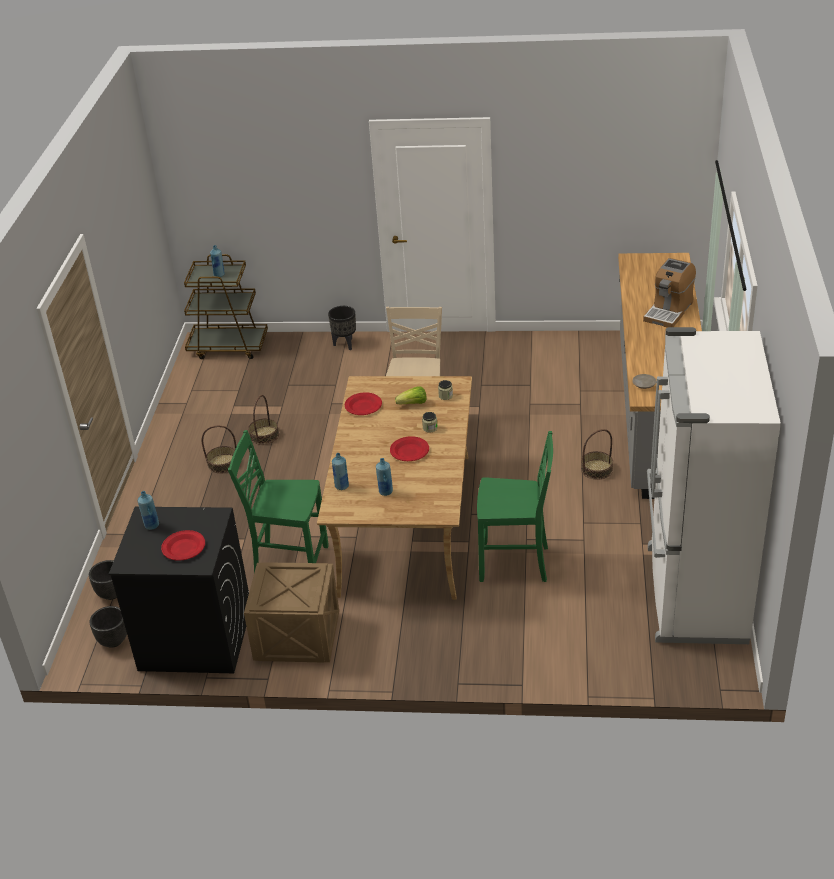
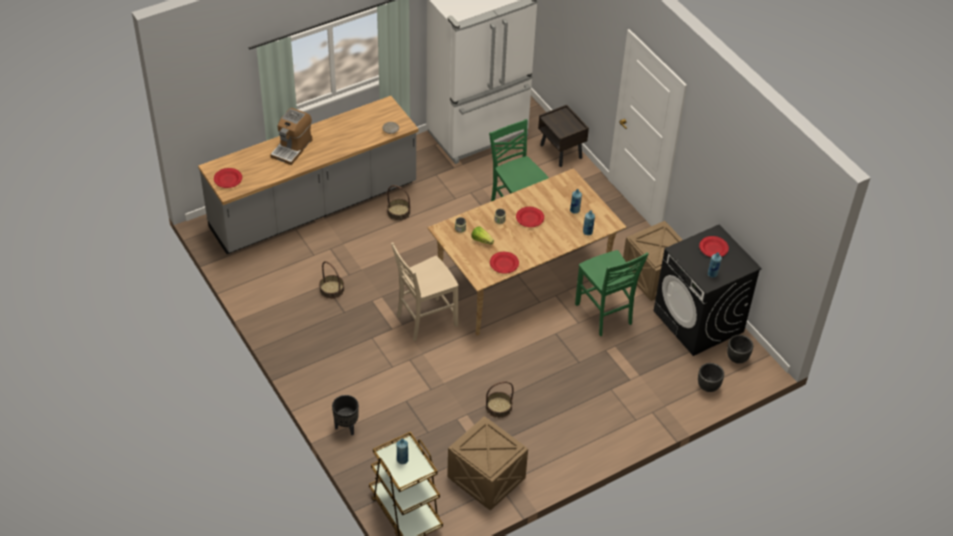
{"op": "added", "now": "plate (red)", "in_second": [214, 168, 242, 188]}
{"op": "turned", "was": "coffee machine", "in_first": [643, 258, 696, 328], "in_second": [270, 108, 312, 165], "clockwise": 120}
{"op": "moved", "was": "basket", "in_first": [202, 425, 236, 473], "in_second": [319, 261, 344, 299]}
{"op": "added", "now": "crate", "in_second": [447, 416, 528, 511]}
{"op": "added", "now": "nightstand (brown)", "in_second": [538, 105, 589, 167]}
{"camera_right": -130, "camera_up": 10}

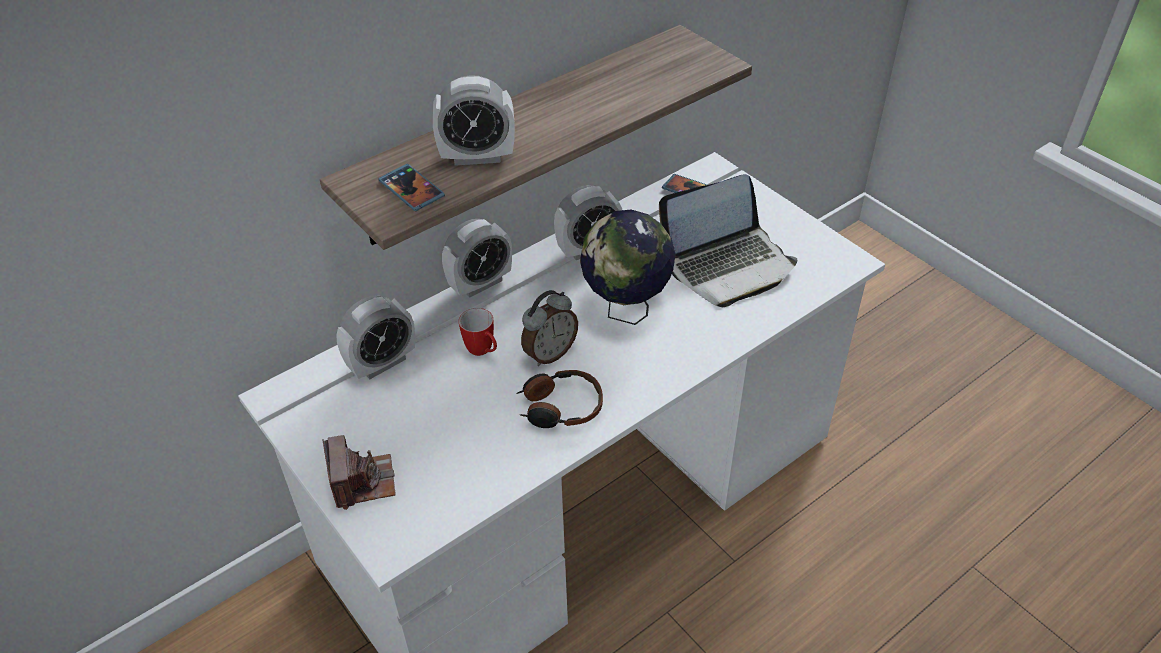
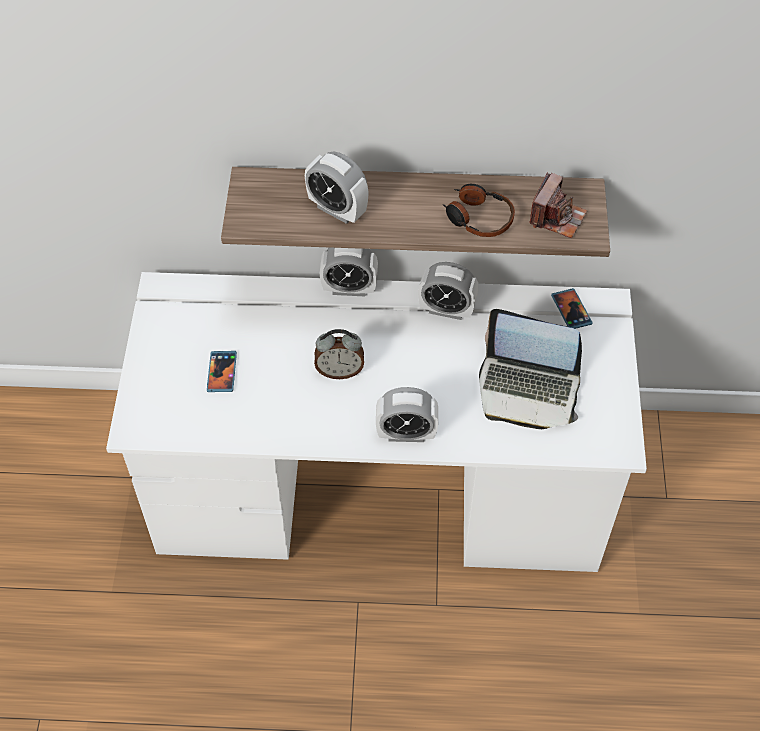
{"op": "moved", "was": "phone", "in_first": [378, 164, 445, 211], "in_second": [207, 351, 237, 392]}
{"op": "moved", "was": "alarm clock", "in_first": [336, 295, 415, 379], "in_second": [376, 387, 438, 442]}
{"op": "moved", "was": "headphones", "in_first": [516, 370, 603, 428], "in_second": [442, 184, 515, 237]}
{"op": "moved", "was": "photo camera", "in_first": [322, 435, 396, 510], "in_second": [529, 172, 588, 238]}
{"op": "removed", "was": "mug", "in_first": [459, 308, 497, 356]}
{"op": "removed", "was": "globe", "in_first": [580, 210, 676, 325]}
{"camera_right": 40, "camera_up": 10}

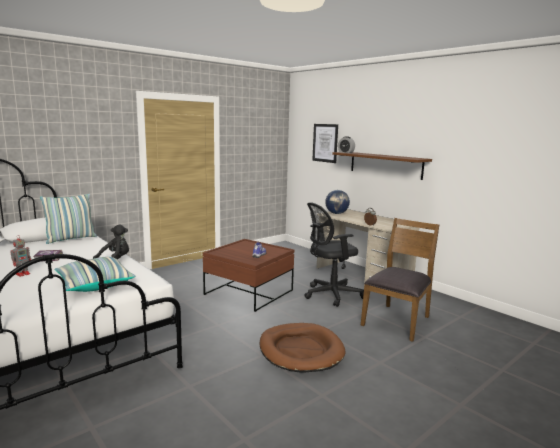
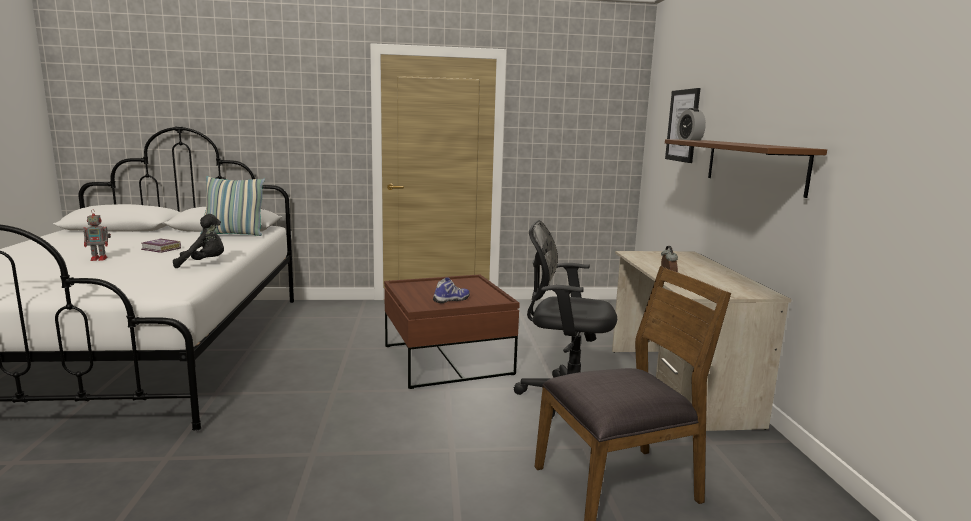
{"op": "removed", "was": "pillow", "in_first": [54, 257, 135, 292]}
{"op": "removed", "was": "dog bed (brown)", "in_first": [259, 323, 346, 373]}
{"op": "removed", "was": "globe", "in_first": [325, 190, 350, 214]}
{"camera_right": 35, "camera_up": 0}

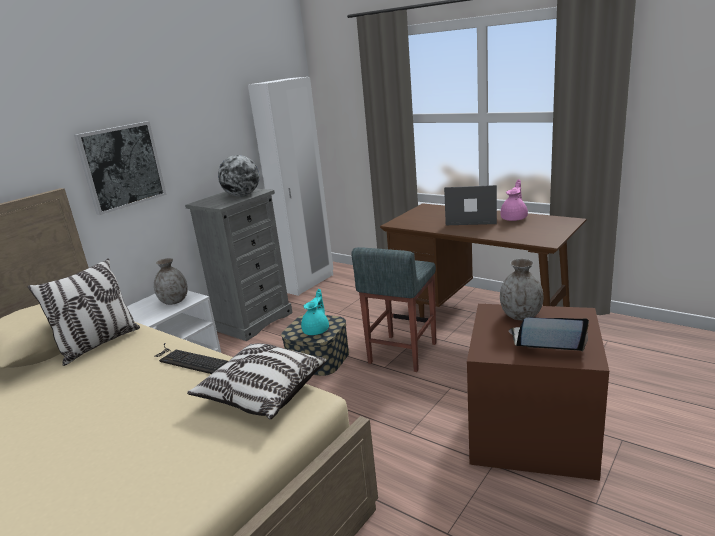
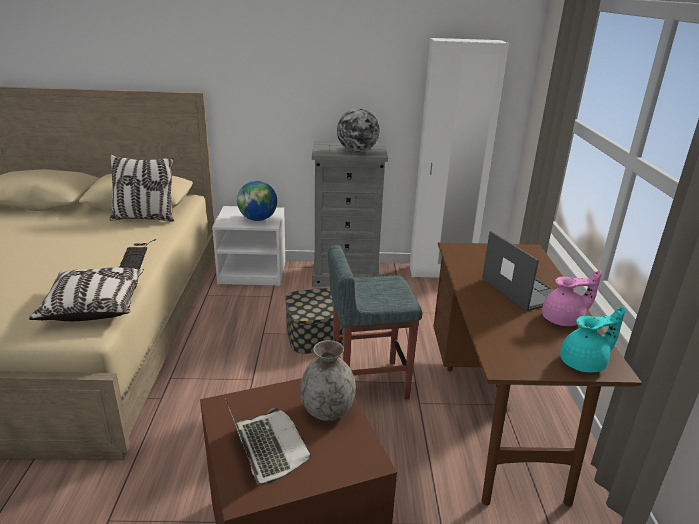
{"op": "replaced", "was": "vase (grey)", "now": "globe", "in_first": [154, 258, 188, 305], "in_second": [237, 181, 277, 221]}
{"op": "moved", "was": "teapot (turquoise)", "in_first": [301, 289, 329, 335], "in_second": [560, 306, 626, 373]}
{"op": "removed", "was": "picture", "in_first": [74, 121, 167, 215]}
{"camera_right": 50, "camera_up": 5}

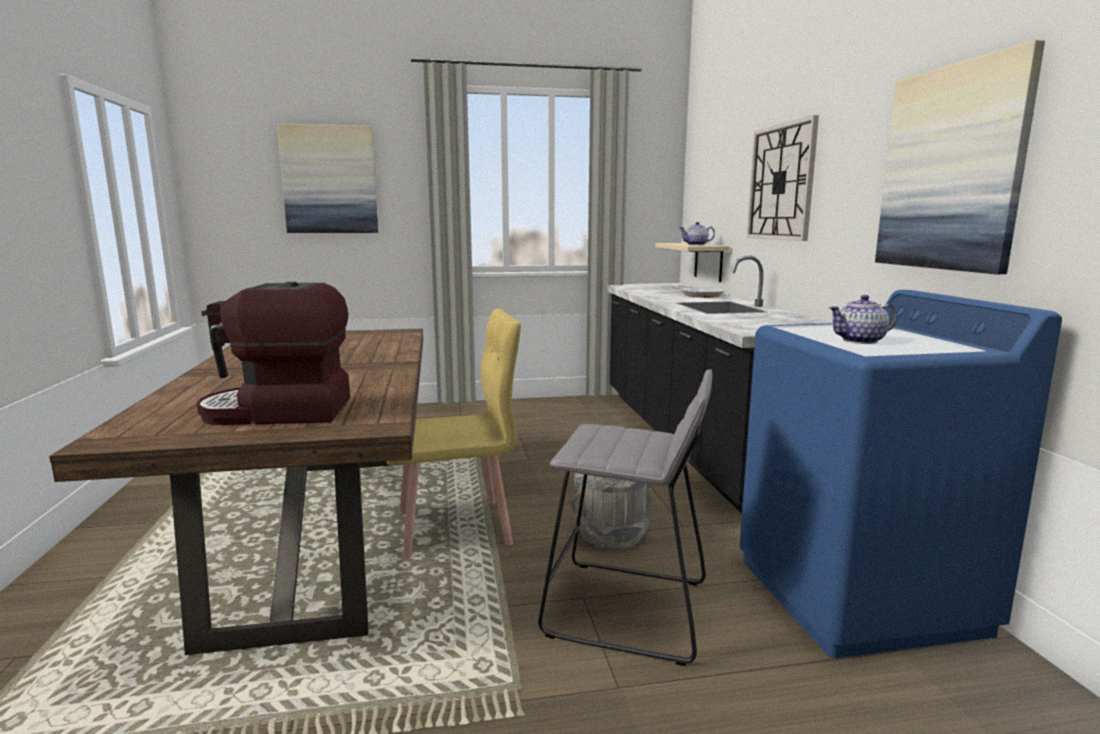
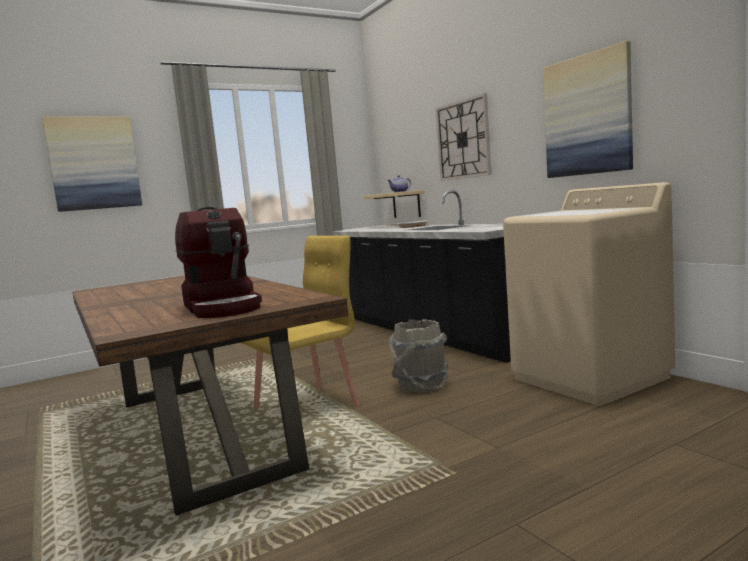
{"op": "turned", "was": "coffee machine", "in_first": [197, 282, 350, 425], "in_second": [175, 207, 262, 318], "clockwise": -90}
{"op": "recoloured", "was": "washing machine (blue)", "now": "washing machine (beige)", "in_first": [739, 290, 1062, 658], "in_second": [503, 182, 675, 406]}
{"op": "removed", "was": "stool (grey)", "in_first": [538, 369, 712, 666]}
{"op": "removed", "was": "teapot", "in_first": [829, 295, 897, 344]}
{"camera_right": -20, "camera_up": -5}

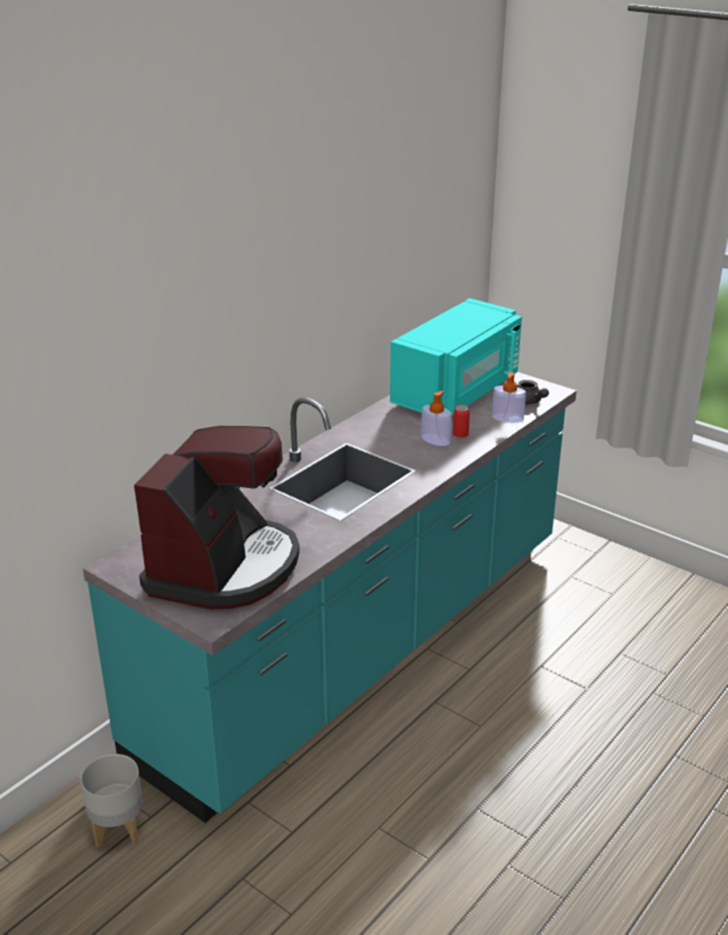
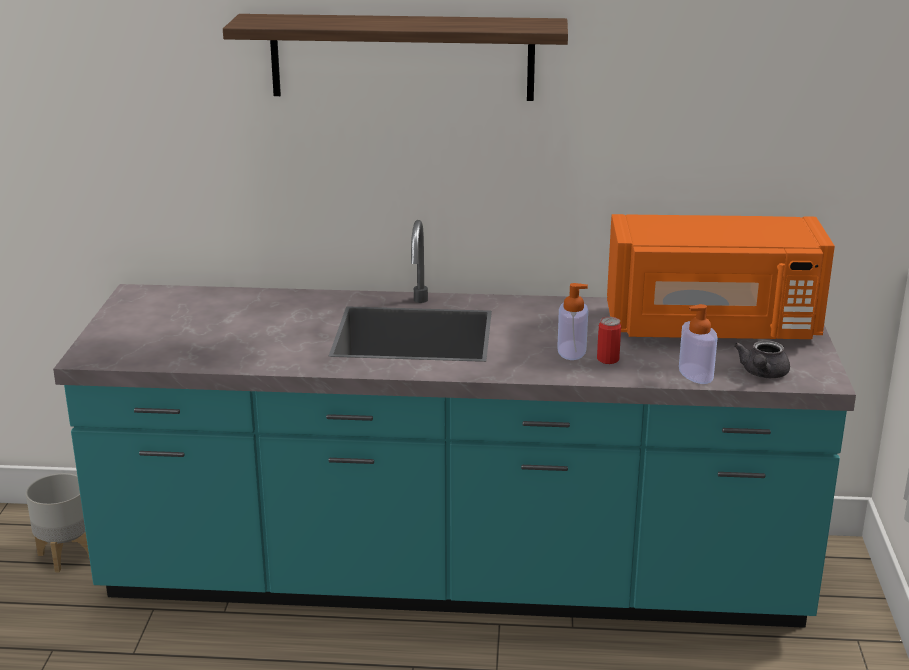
{"op": "added", "now": "shelf", "in_second": [223, 14, 568, 101]}
{"op": "recoloured", "was": "microwave (turquoise)", "now": "microwave (orange)", "in_first": [390, 298, 522, 415], "in_second": [607, 214, 835, 339]}
{"op": "removed", "was": "coffee machine", "in_first": [134, 426, 300, 610]}
{"camera_right": 55, "camera_up": -5}

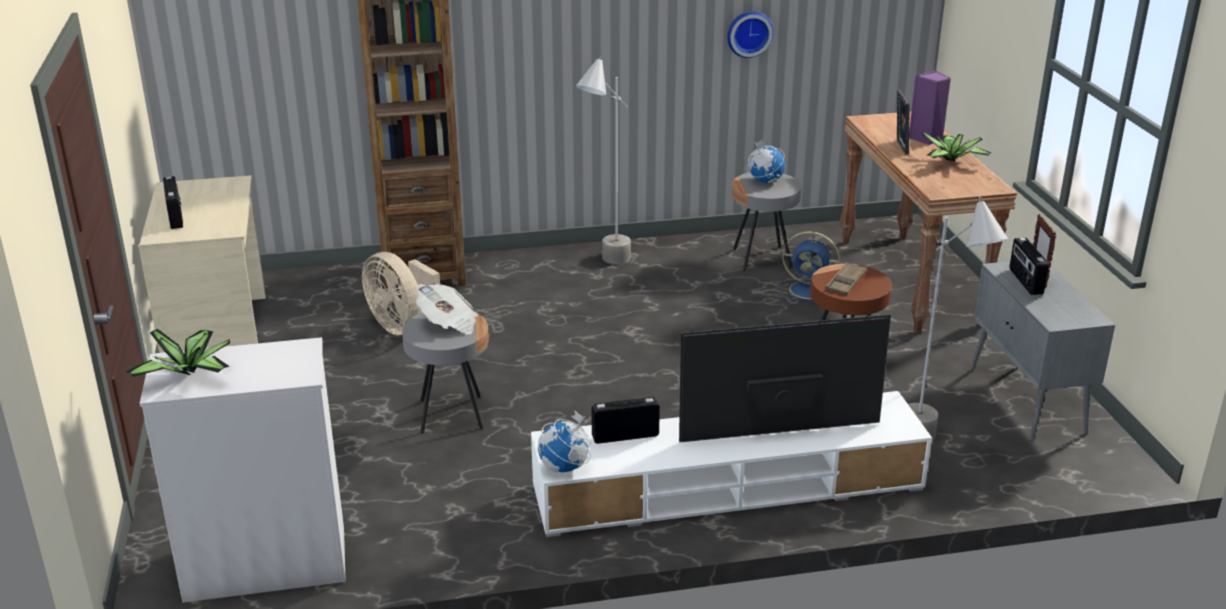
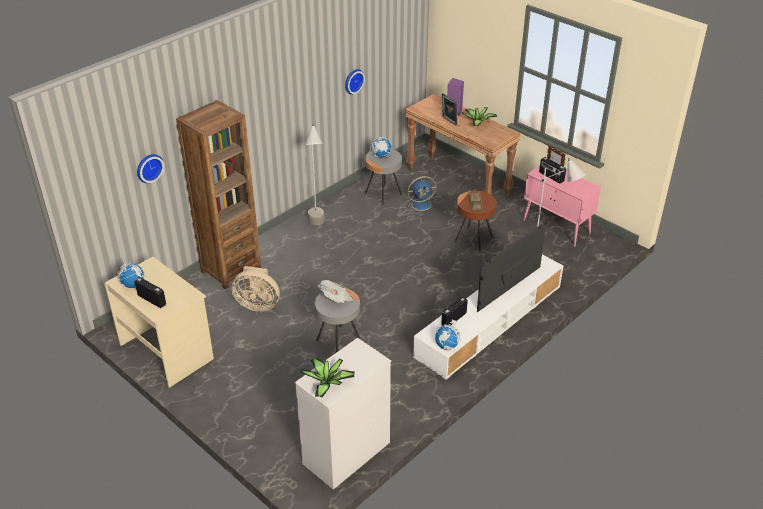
{"op": "added", "now": "globe", "in_second": [117, 257, 145, 288]}
{"op": "added", "now": "wall clock", "in_second": [137, 154, 164, 183]}
{"op": "recoloured", "was": "cabinet (grey)", "now": "cabinet (pink)", "in_first": [971, 261, 1115, 441], "in_second": [523, 166, 601, 247]}
{"camera_right": -35, "camera_up": 10}

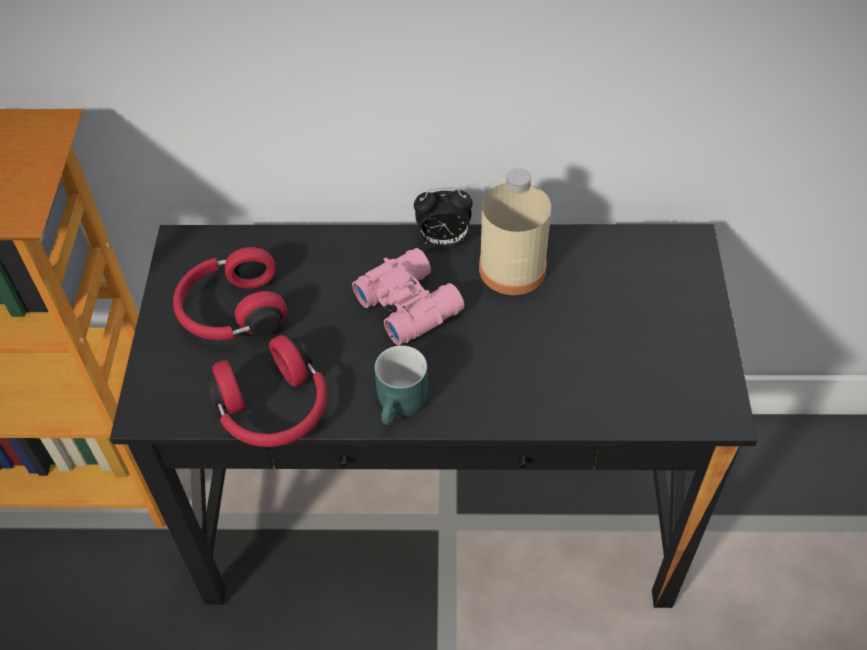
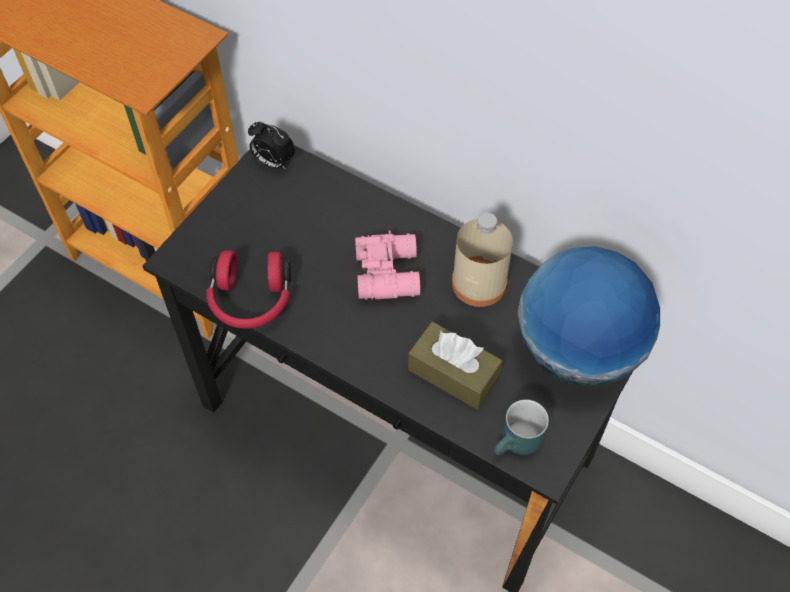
{"op": "moved", "was": "alarm clock", "in_first": [414, 187, 473, 247], "in_second": [248, 121, 295, 170]}
{"op": "added", "now": "tissue box (brown)", "in_second": [408, 321, 503, 410]}
{"op": "moved", "was": "mug (turquoise)", "in_first": [374, 345, 428, 425], "in_second": [494, 399, 549, 455]}
{"op": "added", "now": "globe", "in_second": [518, 246, 660, 386]}
{"op": "removed", "was": "headphones (red)", "in_first": [173, 246, 287, 340]}
{"camera_right": 30, "camera_up": 5}

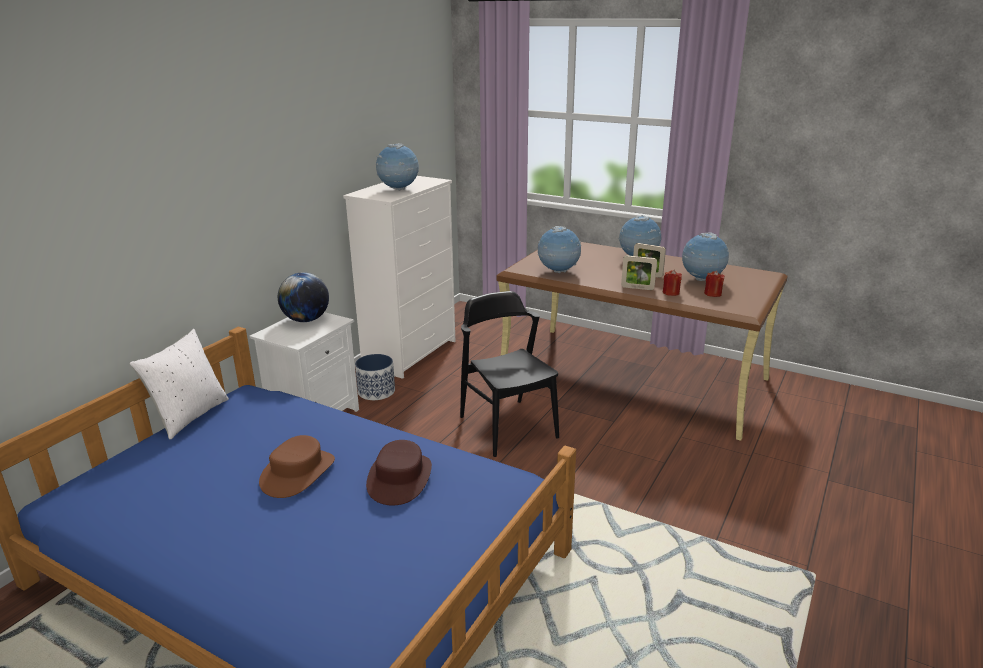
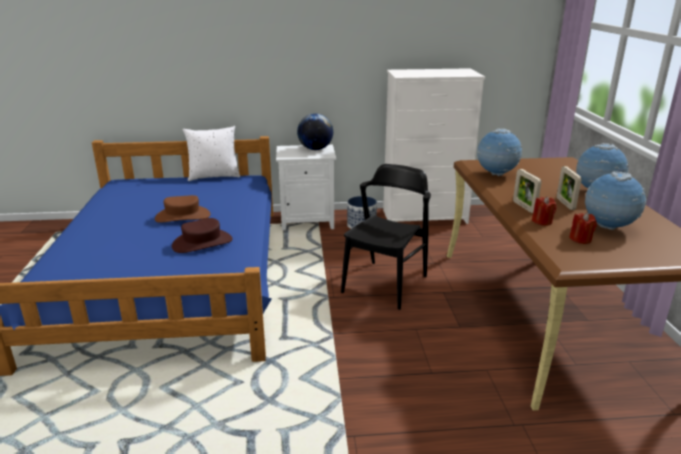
{"op": "removed", "was": "globe", "in_first": [376, 143, 419, 190]}
{"camera_right": 55, "camera_up": 0}

